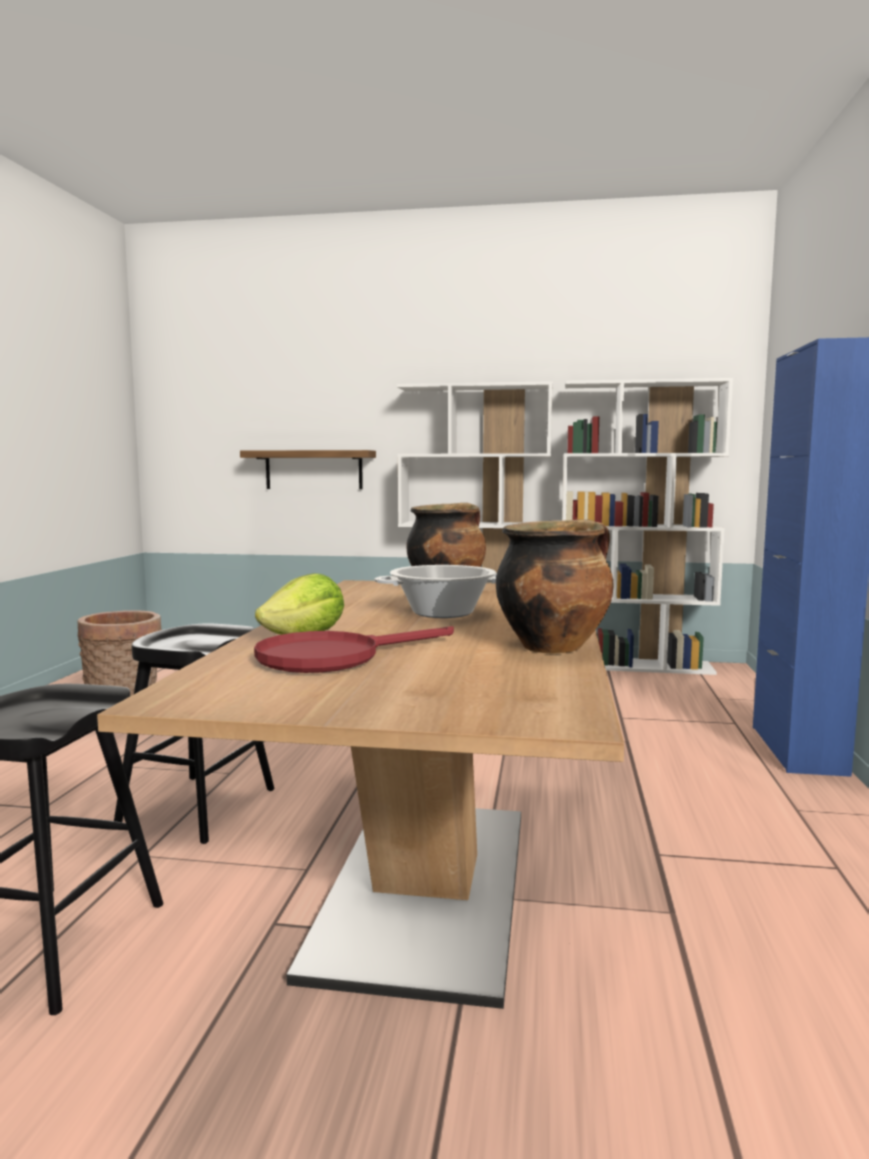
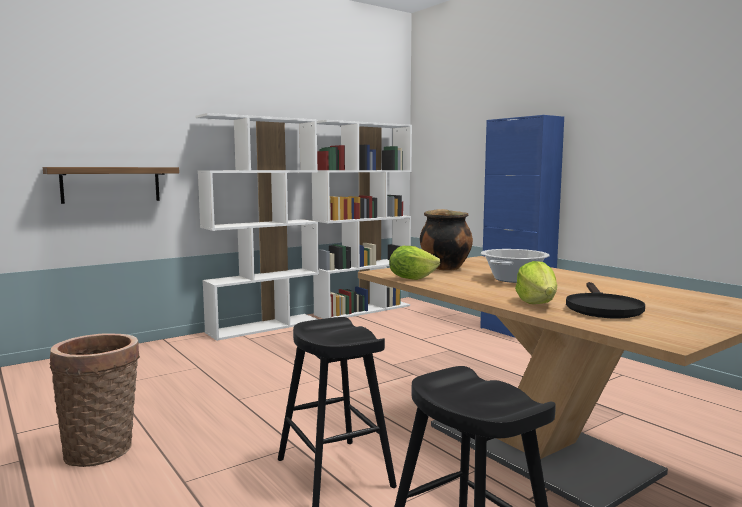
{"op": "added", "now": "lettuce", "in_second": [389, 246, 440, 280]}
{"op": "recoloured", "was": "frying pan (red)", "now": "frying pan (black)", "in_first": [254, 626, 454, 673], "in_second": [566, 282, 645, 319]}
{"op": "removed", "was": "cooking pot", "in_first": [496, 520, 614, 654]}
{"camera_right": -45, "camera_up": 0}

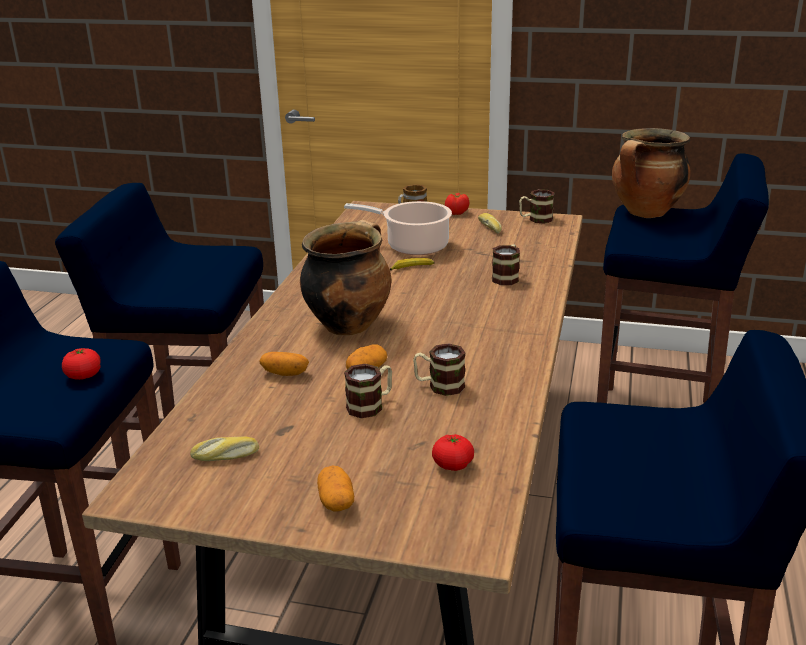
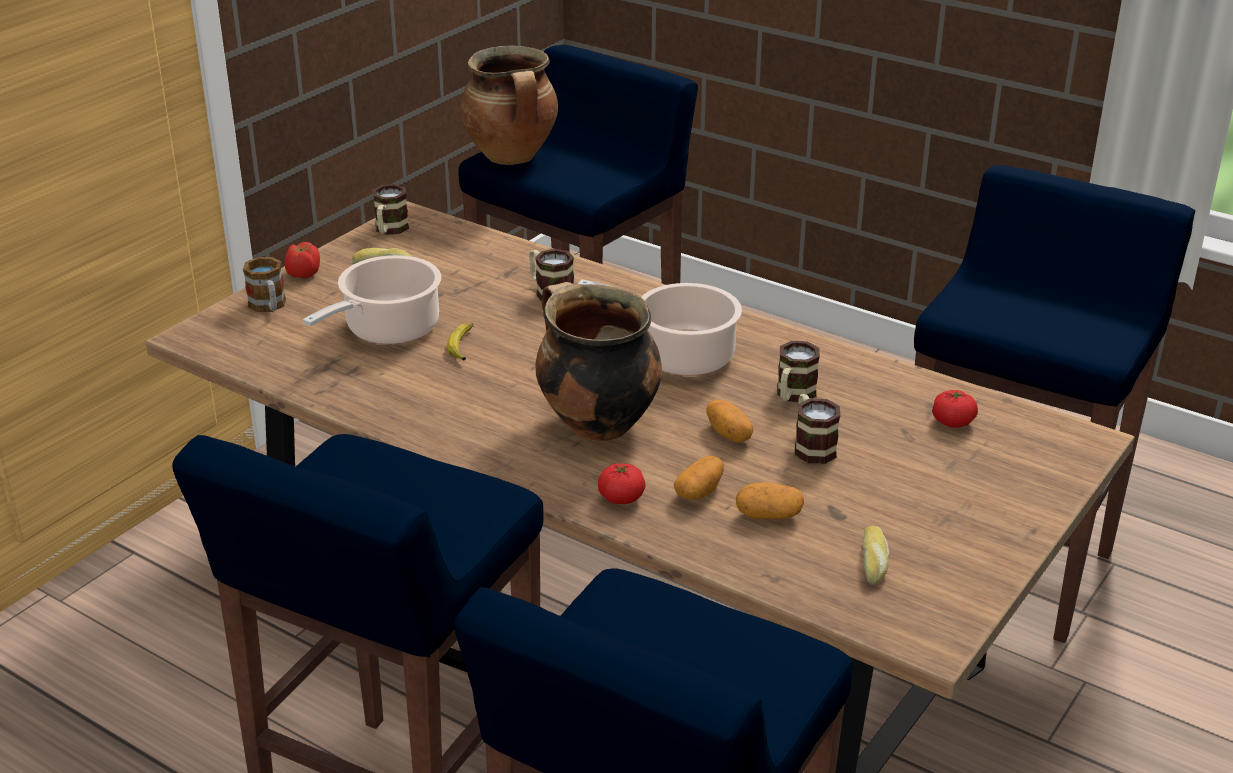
{"op": "added", "now": "cooking pot", "in_second": [578, 279, 742, 376]}
{"op": "moved", "was": "tomato", "in_first": [62, 348, 101, 380], "in_second": [598, 463, 646, 504]}
{"op": "moved", "was": "potato", "in_first": [317, 466, 354, 512], "in_second": [736, 482, 804, 519]}
{"camera_right": -70, "camera_up": 5}

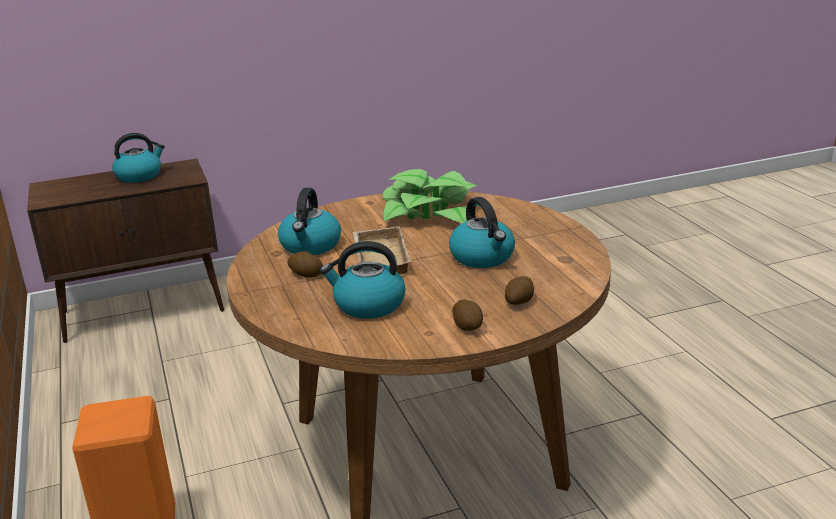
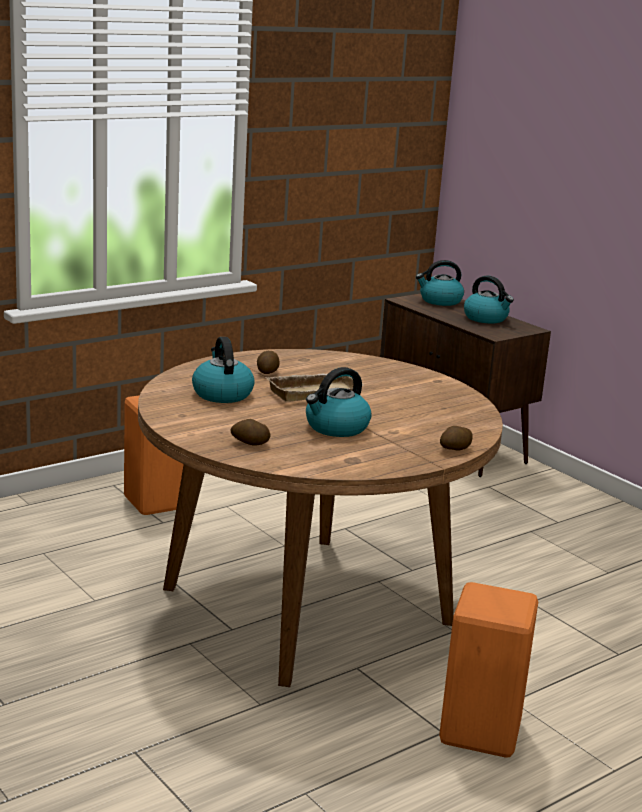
{"op": "moved", "was": "kettle", "in_first": [278, 188, 341, 255], "in_second": [416, 260, 464, 306]}
{"op": "added", "now": "stool (orange)", "in_second": [439, 582, 538, 758]}
{"op": "moved", "was": "potato", "in_first": [452, 300, 483, 331], "in_second": [440, 426, 473, 450]}
{"op": "removed", "was": "potted plant", "in_first": [382, 169, 477, 223]}
{"camera_right": 70, "camera_up": -5}

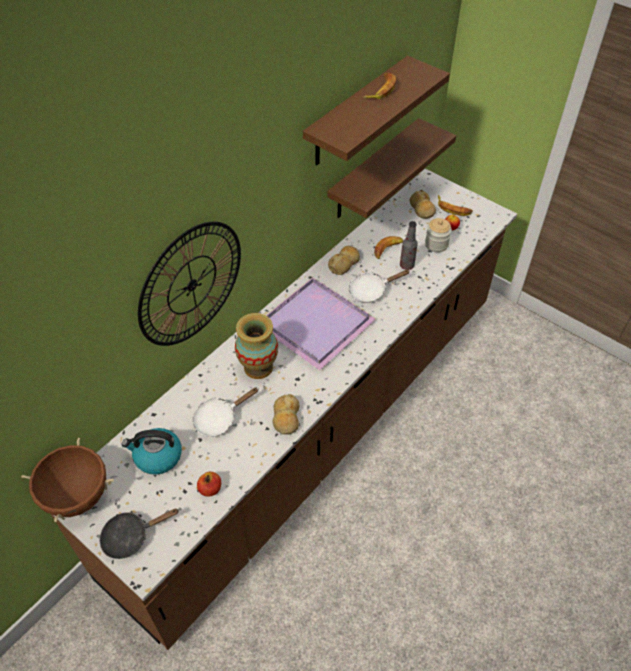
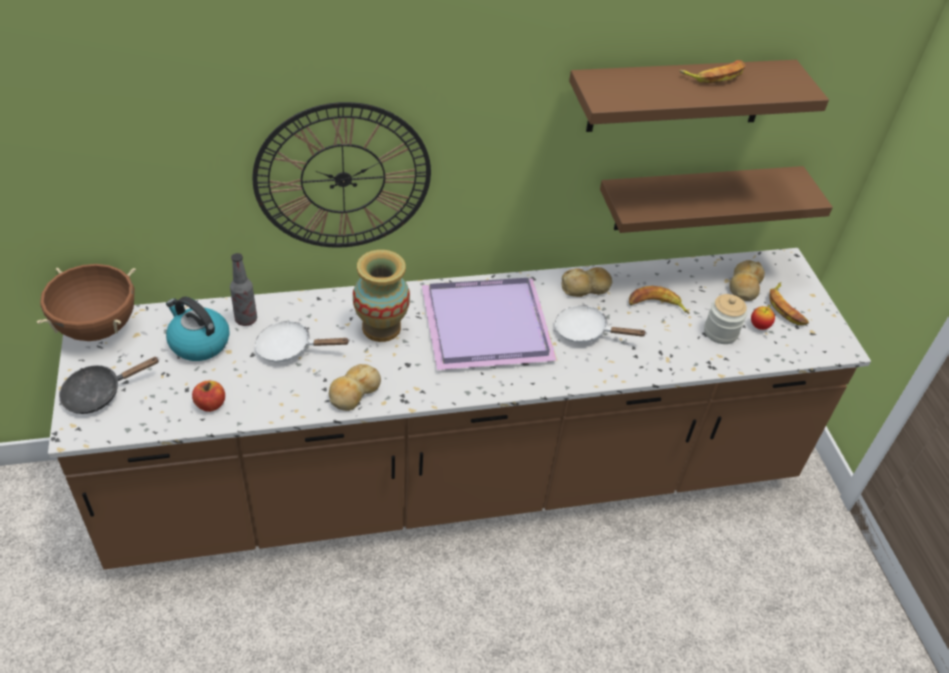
{"op": "turned", "was": "frying pan (black)", "in_first": [100, 508, 179, 559], "in_second": [59, 357, 160, 414], "clockwise": -45}
{"op": "moved", "was": "bottle", "in_first": [400, 221, 418, 270], "in_second": [230, 253, 257, 326]}
{"camera_right": 35, "camera_up": -5}

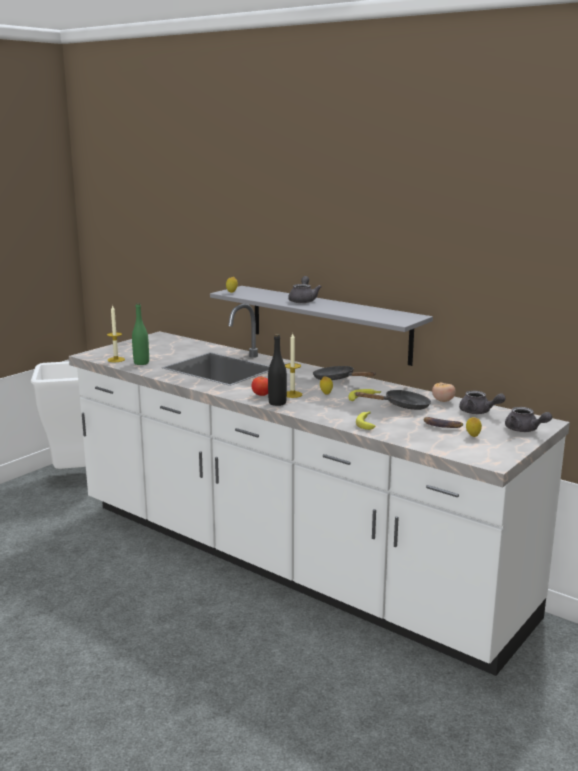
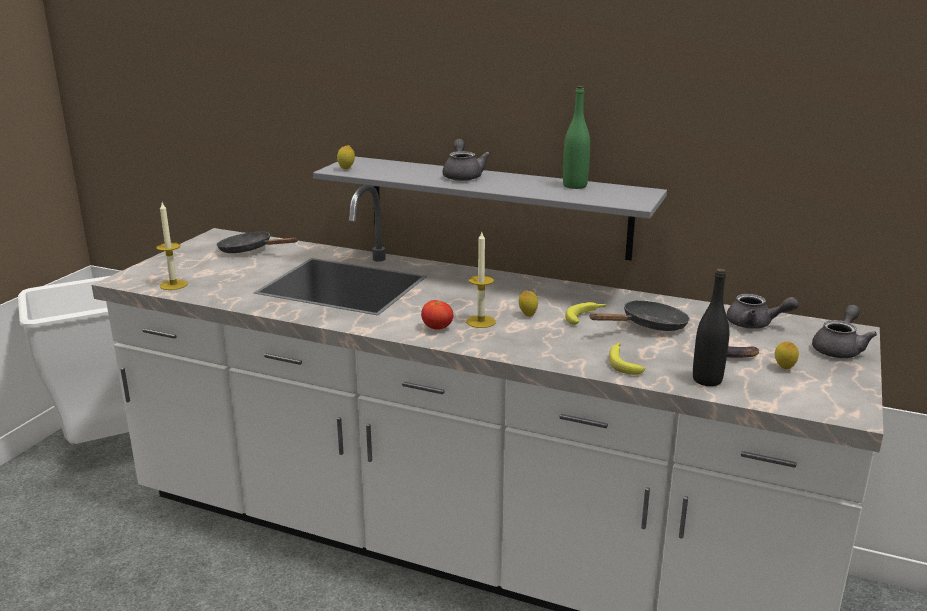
{"op": "moved", "was": "frying pan (black)", "in_first": [313, 366, 376, 380], "in_second": [217, 231, 298, 253]}
{"op": "moved", "was": "bottle (green)", "in_first": [132, 303, 149, 365], "in_second": [563, 86, 590, 189]}
{"op": "moved", "was": "bottle (black)", "in_first": [268, 334, 287, 406], "in_second": [693, 269, 729, 386]}
{"op": "turned", "was": "teapot (grey)", "in_first": [505, 407, 552, 432], "in_second": [812, 305, 877, 358], "clockwise": -90}
{"op": "removed", "was": "tomato", "in_first": [432, 383, 456, 402]}
{"camera_right": -15, "camera_up": 5}

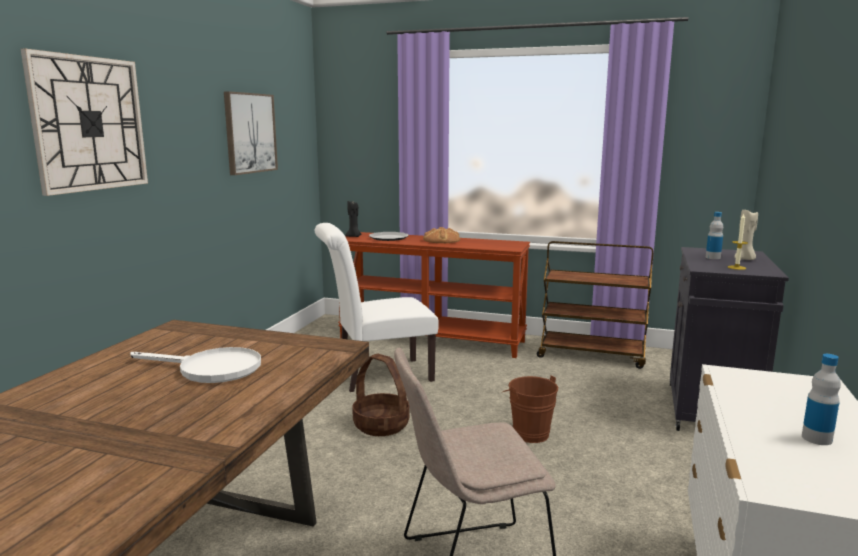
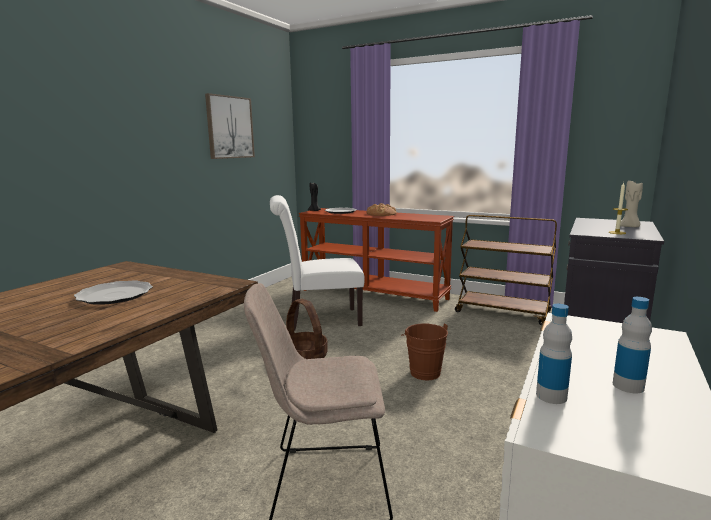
{"op": "replaced", "was": "frying pan (white)", "now": "plate", "in_first": [130, 347, 261, 383], "in_second": [74, 280, 153, 305]}
{"op": "moved", "was": "bottle", "in_first": [706, 212, 723, 259], "in_second": [536, 304, 572, 404]}
{"op": "removed", "was": "wall clock", "in_first": [21, 48, 148, 196]}
{"camera_right": 10, "camera_up": 0}

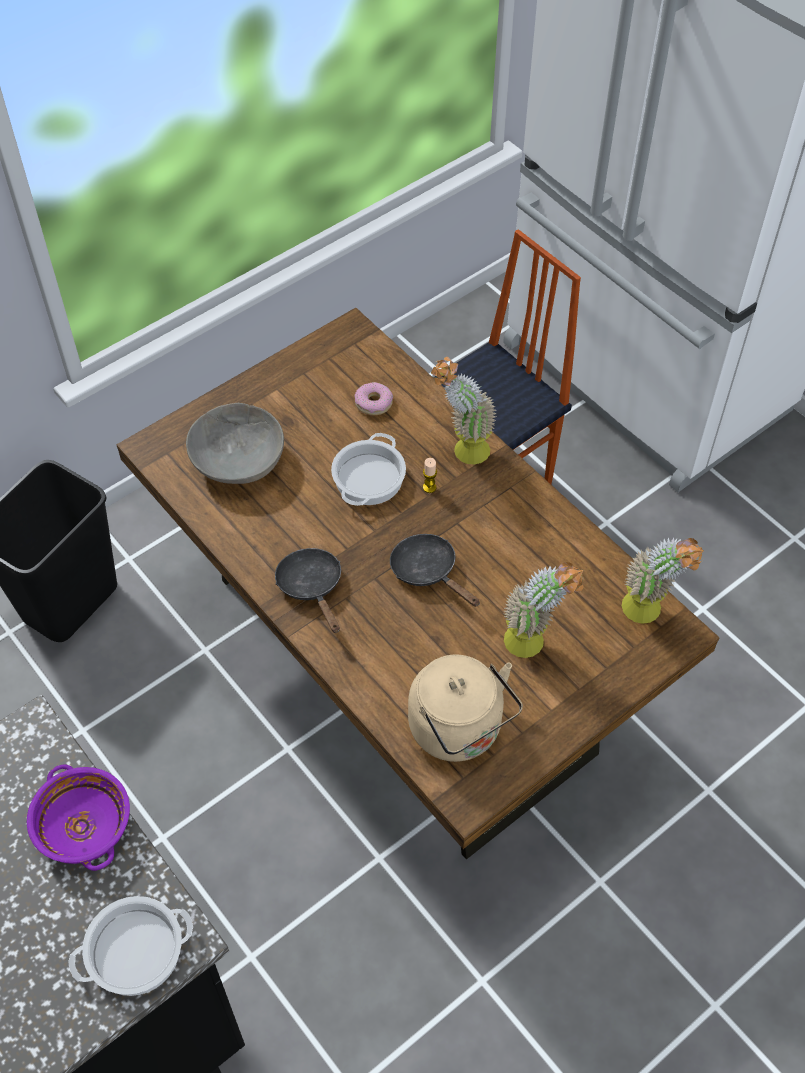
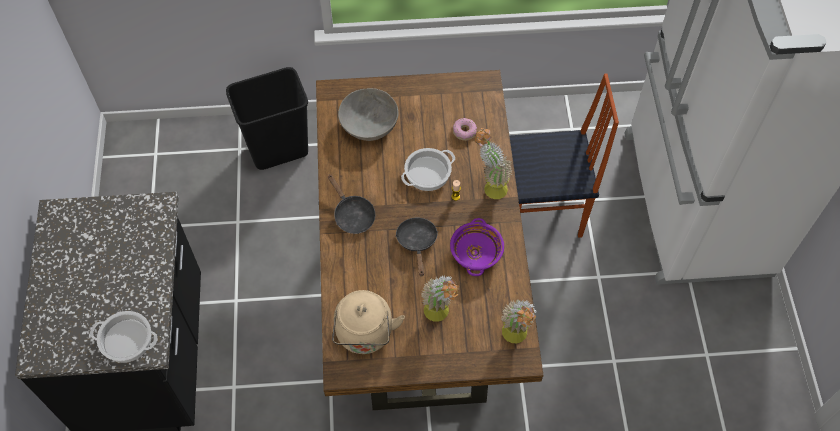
{"op": "turned", "was": "frying pan (black)", "in_first": [275, 548, 341, 633], "in_second": [328, 174, 375, 234], "clockwise": 135}
{"op": "moved", "was": "bowl (purple)", "in_first": [27, 765, 130, 871], "in_second": [450, 218, 504, 276]}
{"camera_right": 35, "camera_up": 5}

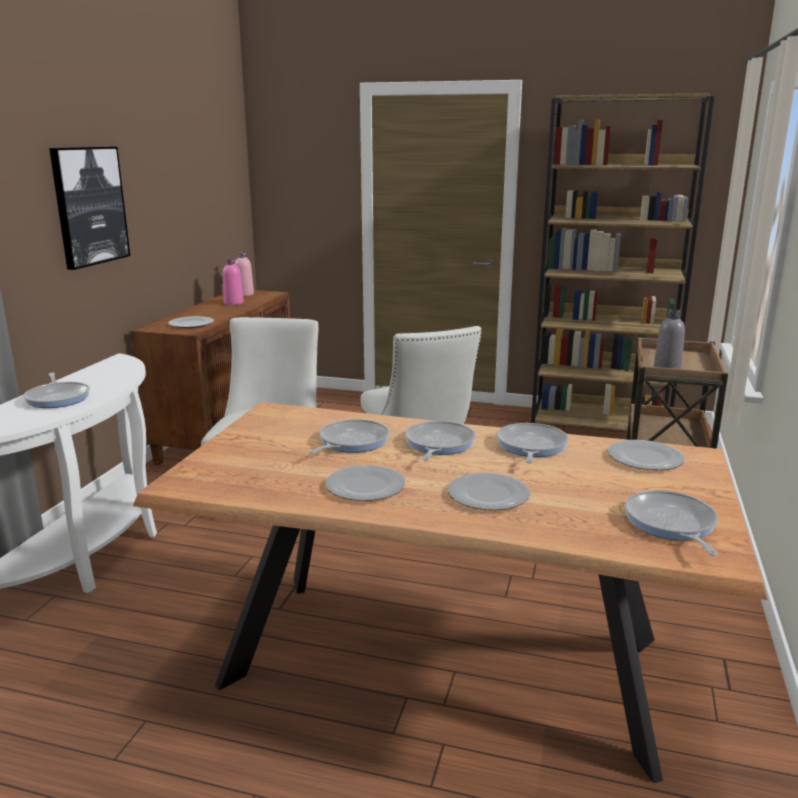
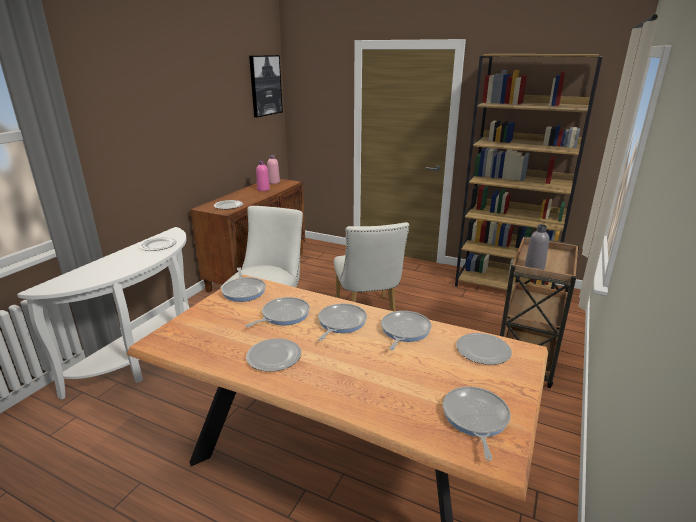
{"op": "moved", "was": "plate", "in_first": [448, 473, 530, 510], "in_second": [139, 237, 177, 251]}
{"op": "moved", "was": "frying pan", "in_first": [23, 373, 90, 408], "in_second": [221, 268, 266, 302]}
{"op": "moved", "was": "picture", "in_first": [49, 147, 130, 270], "in_second": [249, 55, 283, 117]}
{"camera_right": 10, "camera_up": 5}

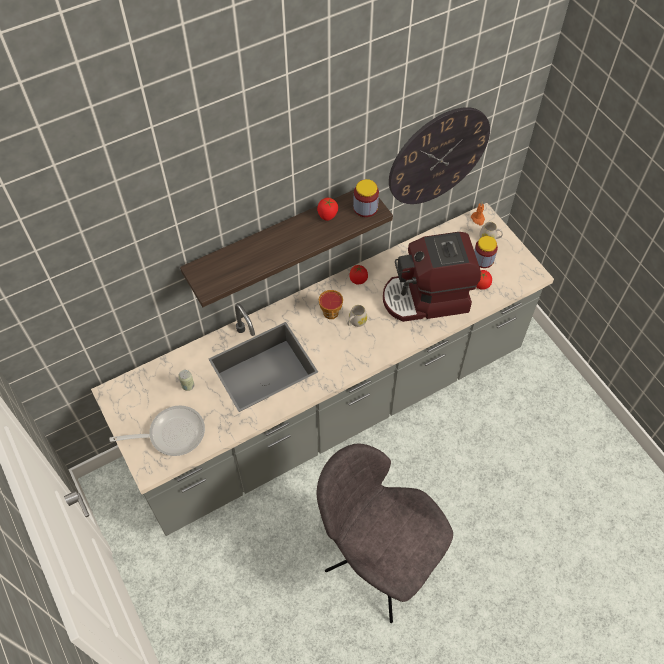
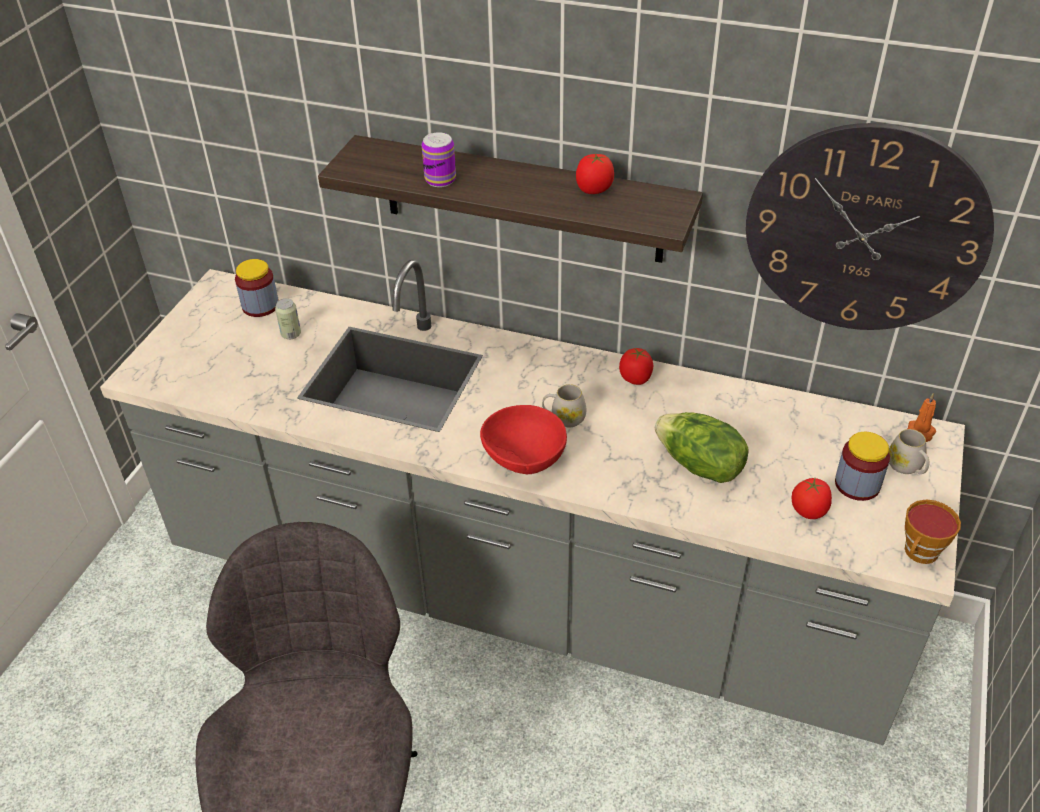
{"op": "moved", "was": "jar", "in_first": [353, 179, 379, 217], "in_second": [235, 259, 279, 317]}
{"op": "added", "now": "can", "in_second": [422, 132, 456, 187]}
{"op": "added", "now": "bowl (red)", "in_second": [480, 405, 567, 474]}
{"op": "replaced", "was": "coffee machine", "now": "lettuce", "in_first": [383, 232, 481, 322], "in_second": [655, 412, 749, 483]}
{"op": "moved", "was": "cup", "in_first": [319, 290, 343, 319], "in_second": [905, 500, 961, 564]}
{"op": "removed", "was": "frying pan", "in_first": [110, 405, 205, 456]}
{"camera_right": 50, "camera_up": -15}

